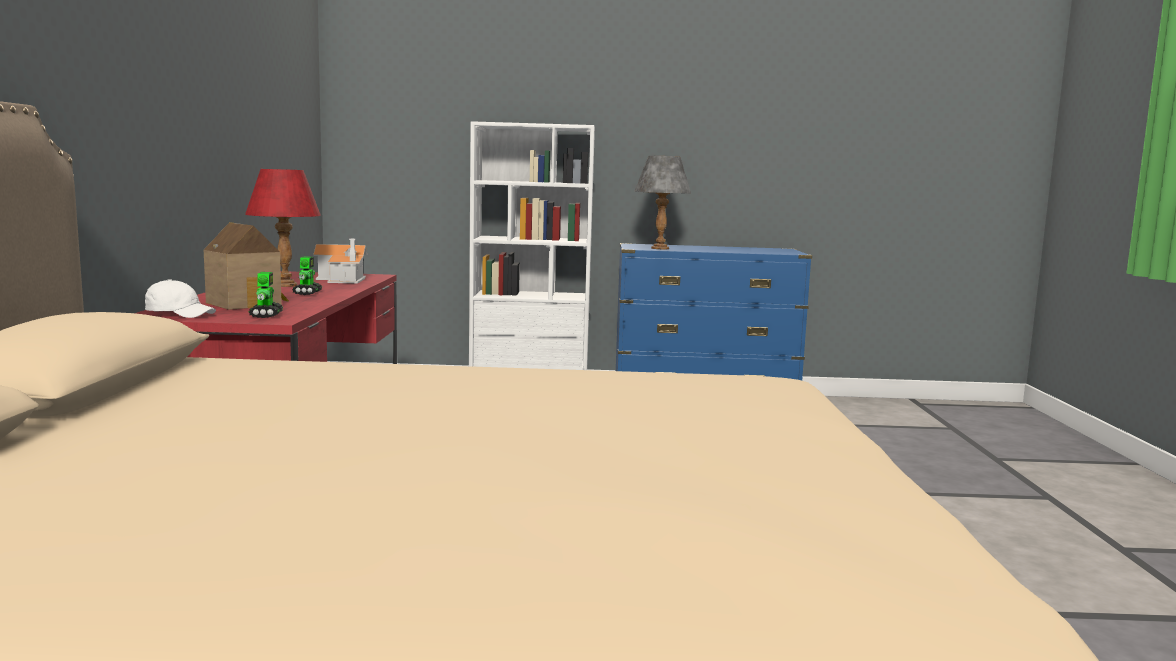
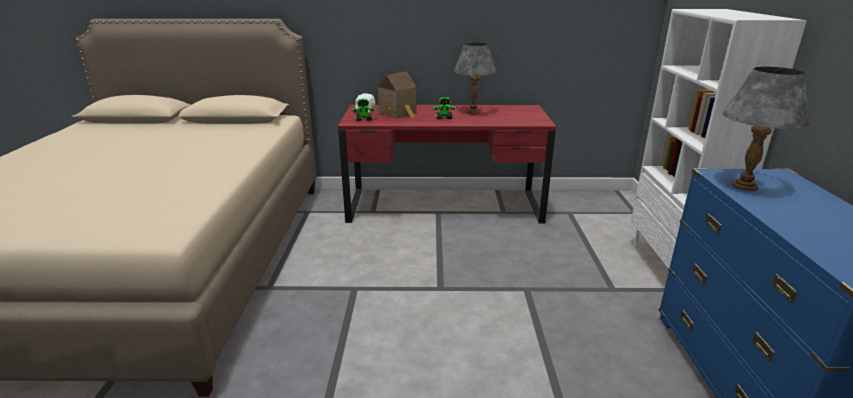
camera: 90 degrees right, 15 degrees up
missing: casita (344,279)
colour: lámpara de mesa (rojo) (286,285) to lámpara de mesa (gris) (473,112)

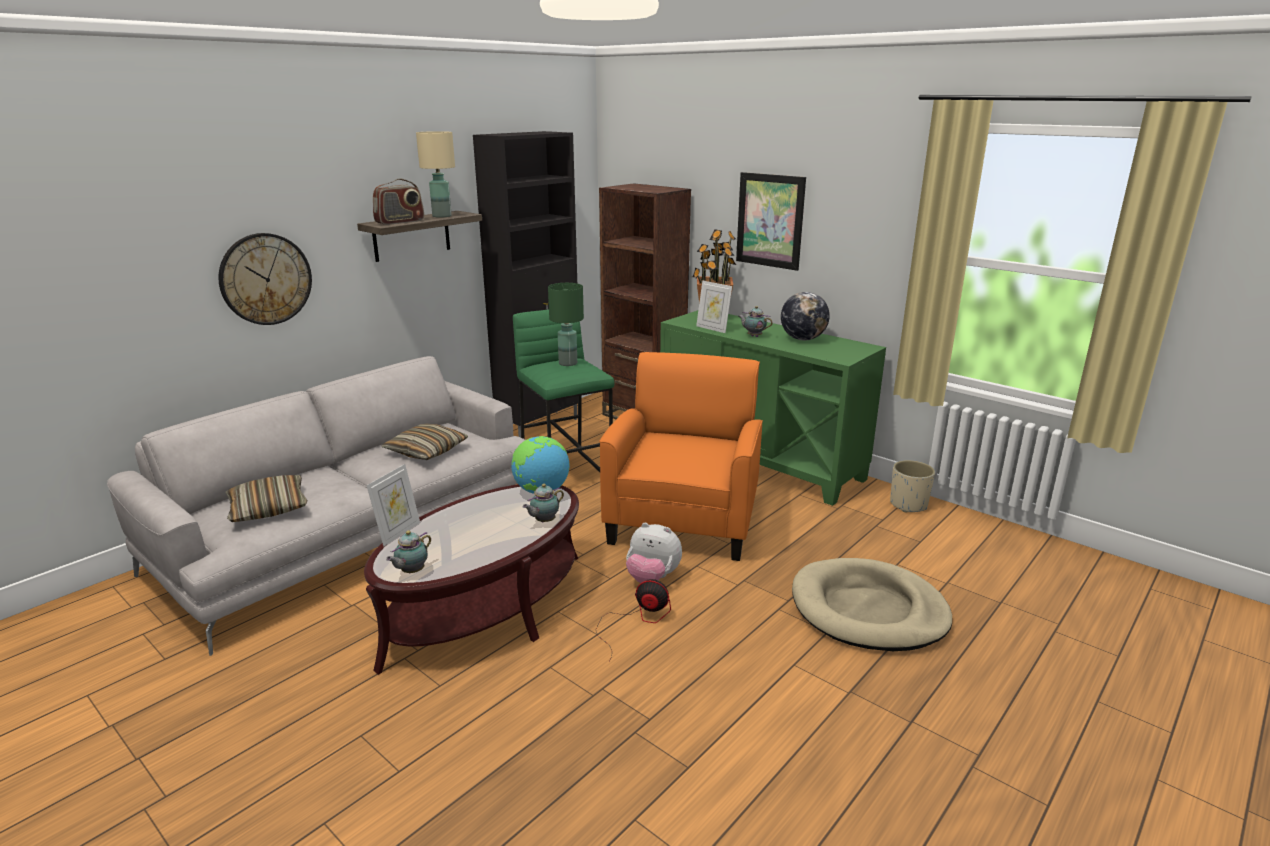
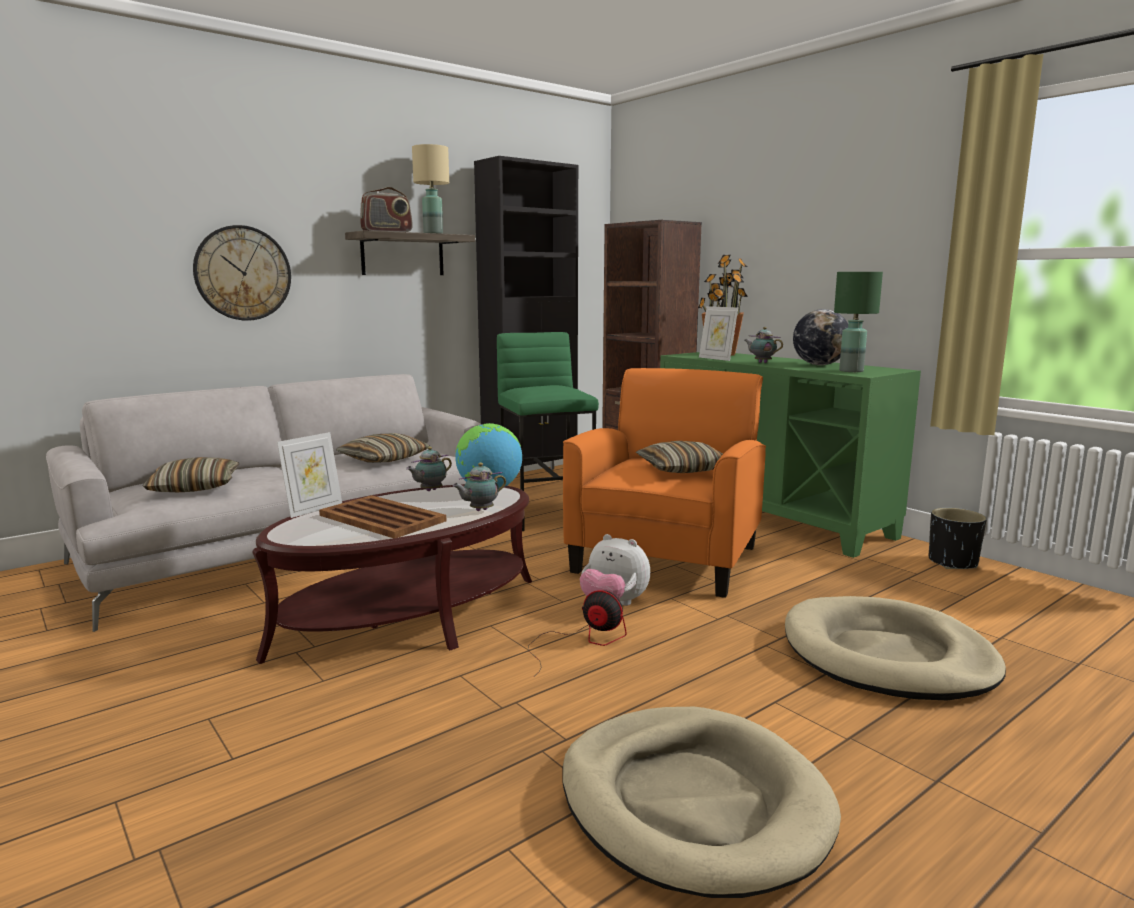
camera: 10 degrees right, 10 degrees down
missing: cuadro (770,220)
appeared: bandeja (marrón) (382,518); cama para perro (beis) (693,803); cojín (682,469)
relocated: tetera (411,572) to (429,490); lámpara de mesa (verde) (568,363) to (852,371)
colour: maceta (beis) (908,505) to maceta (negro) (953,563)

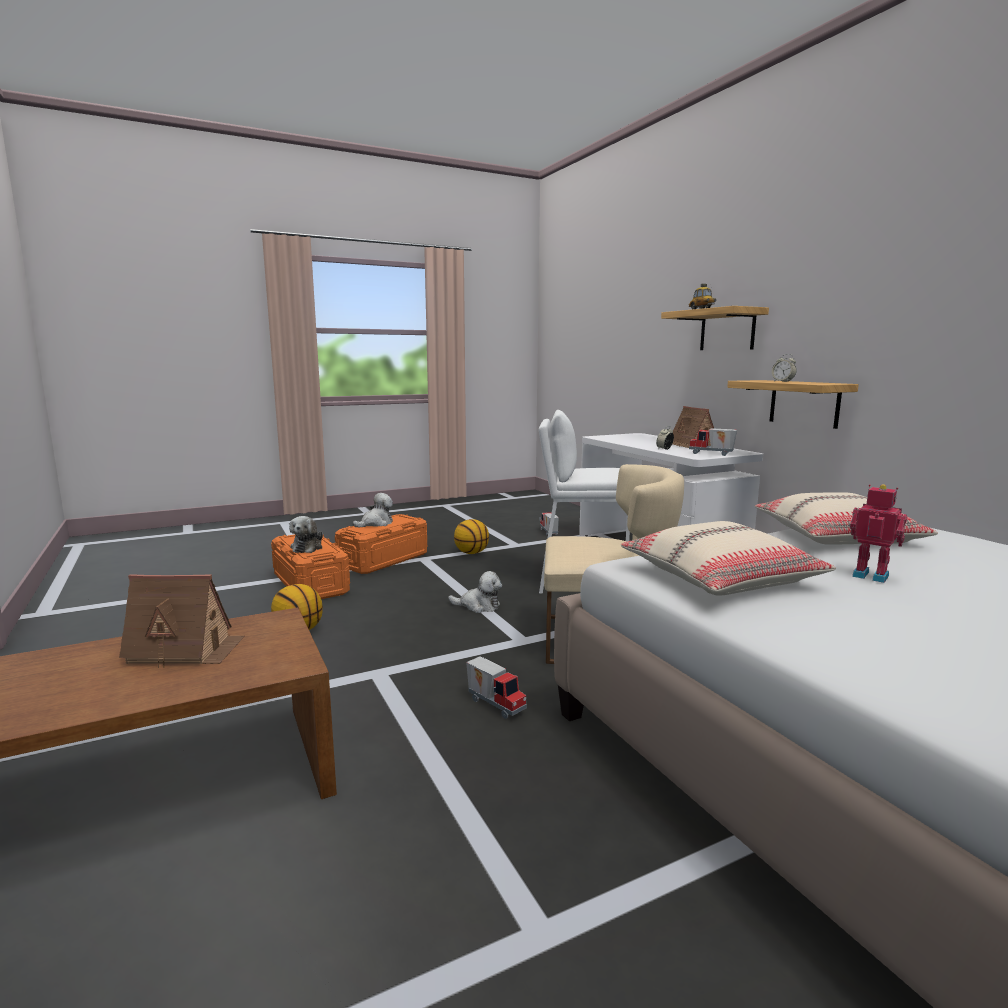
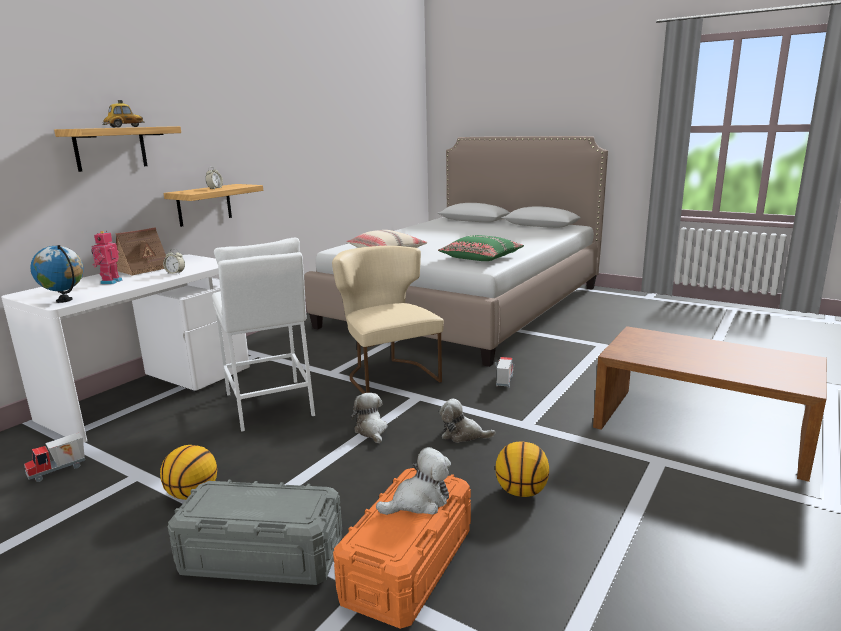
camera: 120 degrees left, 5 degrees up
missing: casita (185,650); camión de juguete (711,454)
appeared: globo terráqueo (64,300)
relocated: robot de juguete (871,575) to (110,282); peluche (376,523) to (463,435)
colour: caja de almacenaje (naranja) (383,560) to caja de almacenaje (gris) (262,556); cojín (beis) (720,578) to cojín (verde) (481,257)

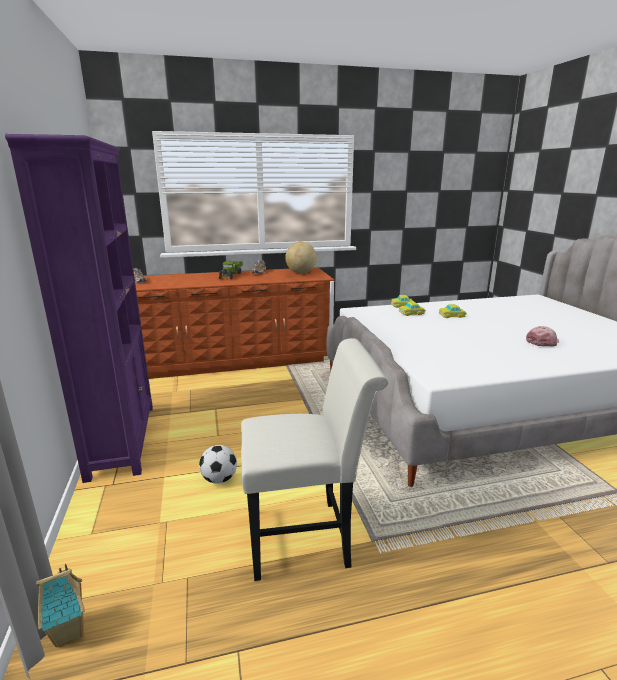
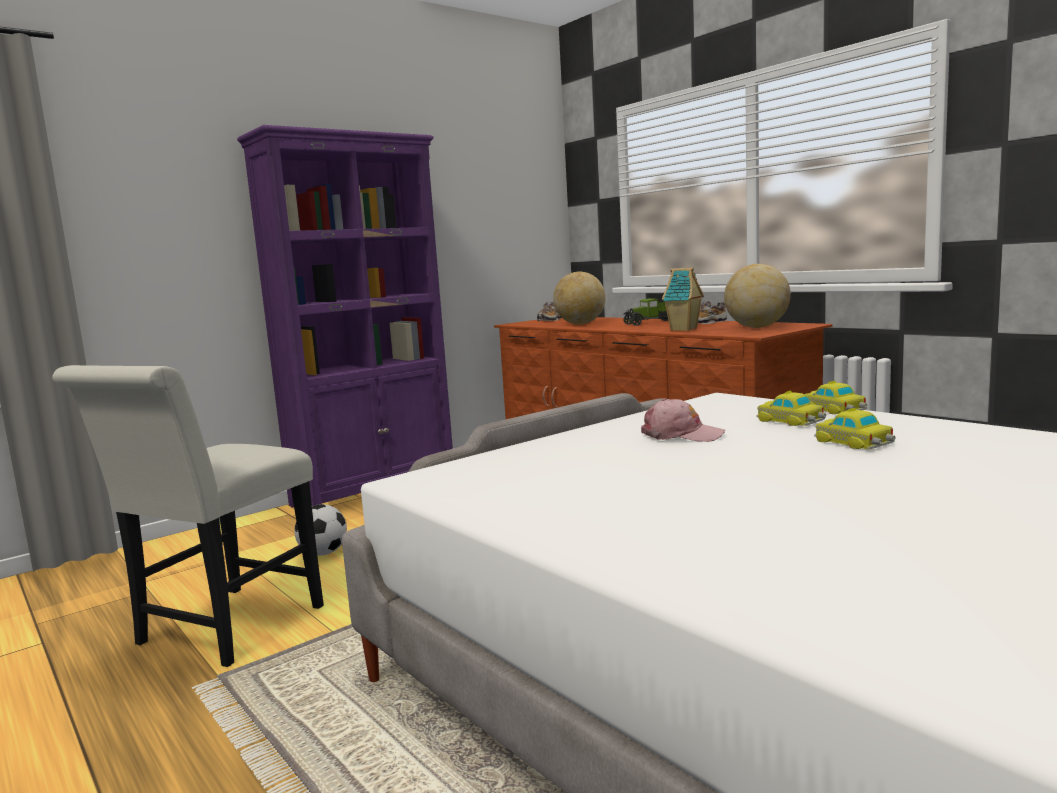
camera: 65 degrees right, 10 degrees down
appeared: globo terráqueo (580,324)
relocated: gorra (rosa) (542,342) to (681,435); casita (70,631) to (684,329)
spun: silla (blanco) (307,536) = (221,630) 60 degrees clockwise

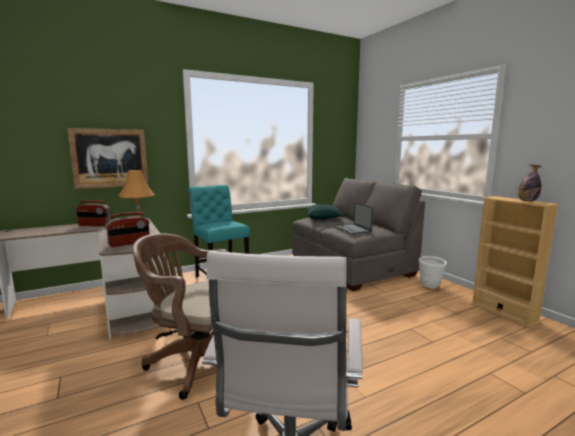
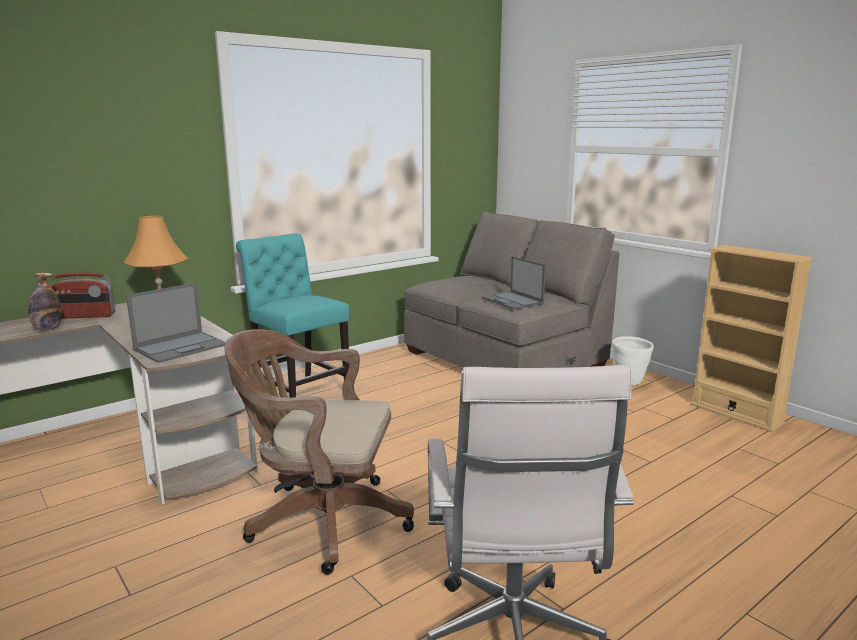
camera: 10 degrees left, 5 degrees up
missing: cuadro (110,158); cojín (verde) (323,218)
relocated: botella (527,201) to (47,328)
exchanged: radio (129,243) to portátil (182,347)

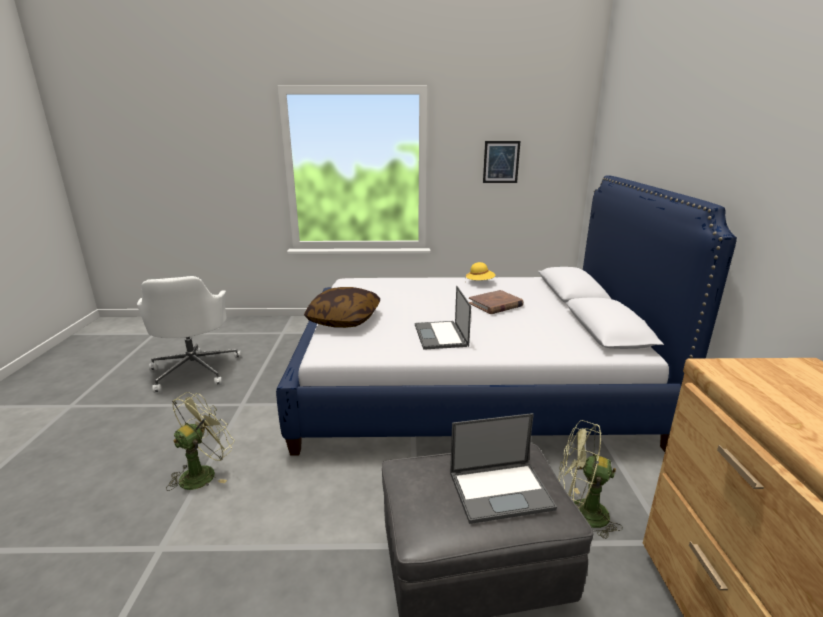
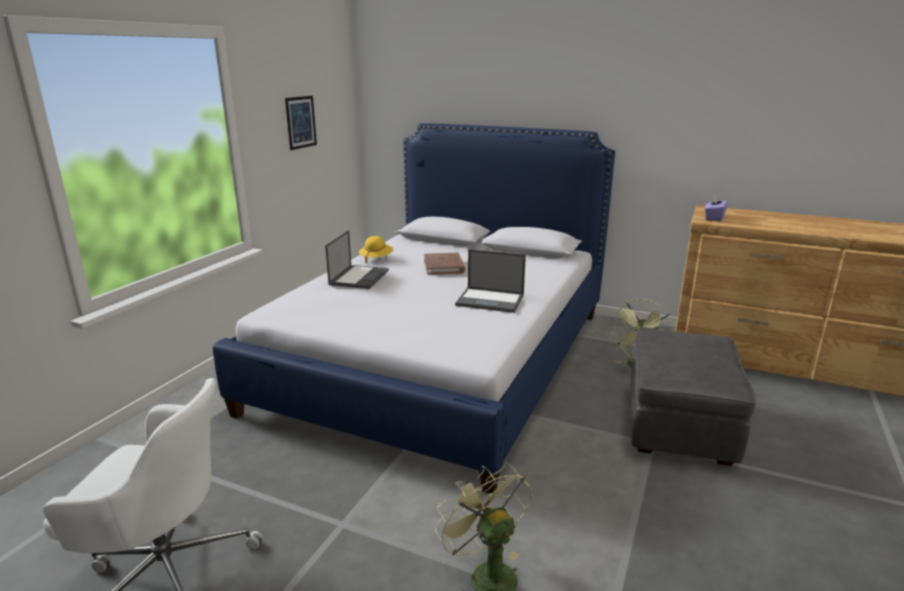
camera: 65 degrees left, 0 degrees up
missing: cojín (344,319)
appeared: caja de pañuelos (morado) (714,218)
relocated: portátil (501,490) to (359,277)

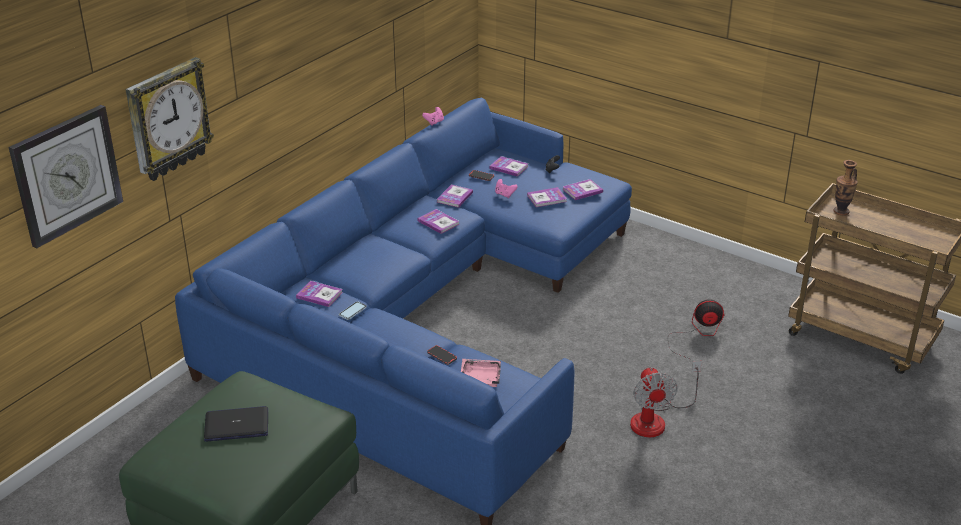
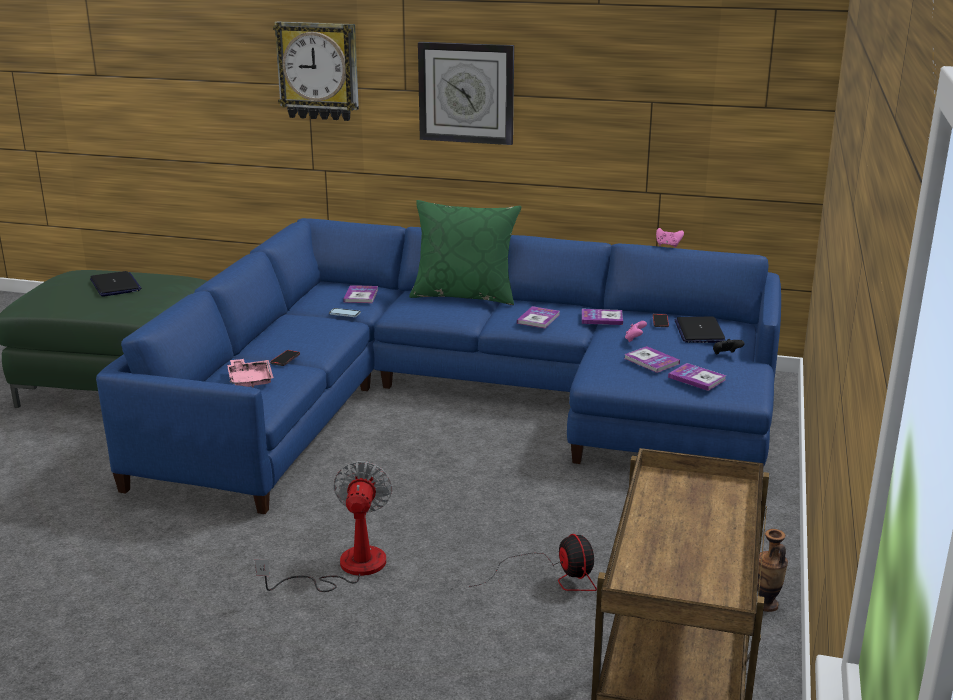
camera: 70 degrees right, 10 degrees down
appeared: cojín (verde) (464,295)
relocated: reloj de pared (66,175) to (466,93); florero (841,211) to (766,605)
exchanged: libro (509,167) to portátil (699,331)
spun: ventilador (656,419) = (346,568) 120 degrees clockwise

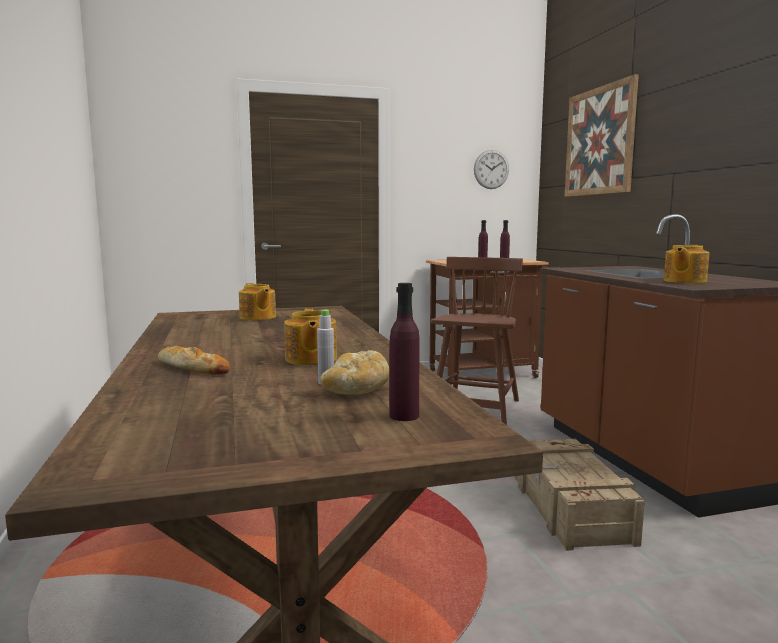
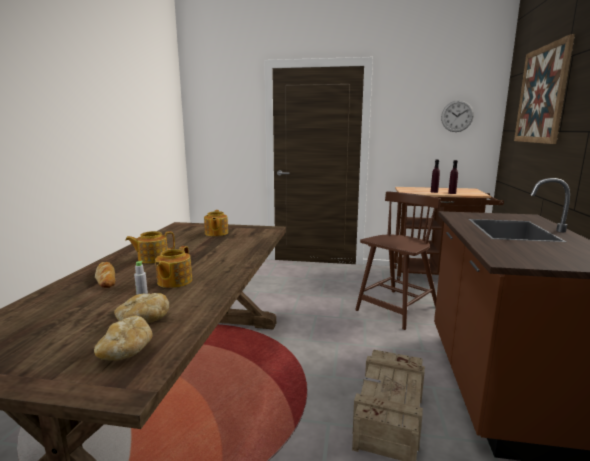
camera: 25 degrees right, 5 degrees up
relocated: tetera (683,281) to (152,258)
exchanged: botella (morado) (404,416) to pan (126,352)

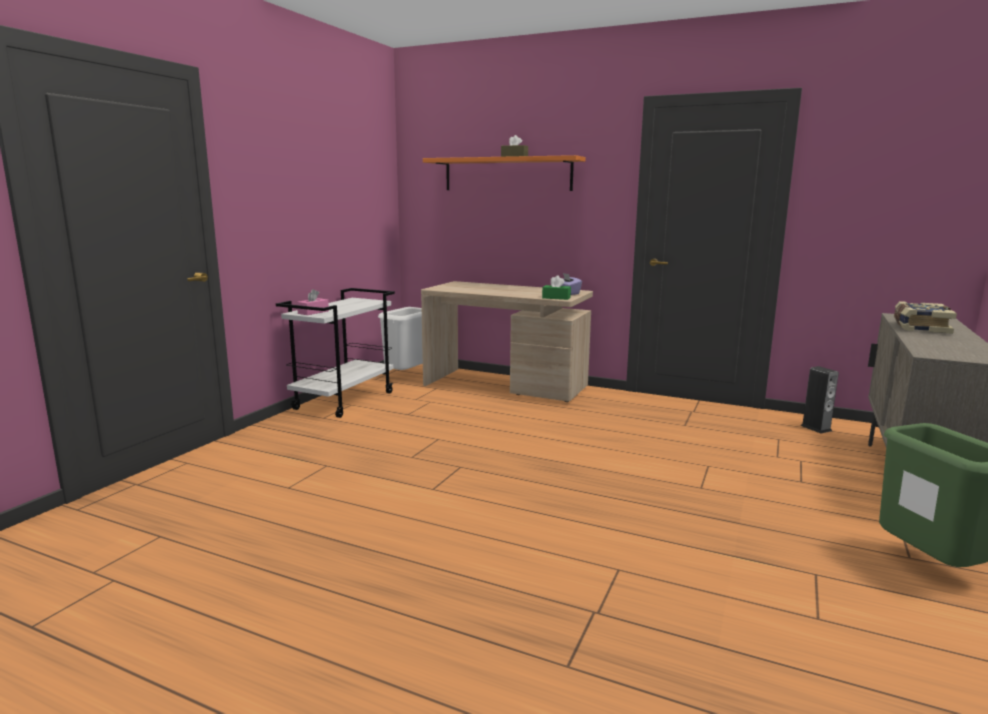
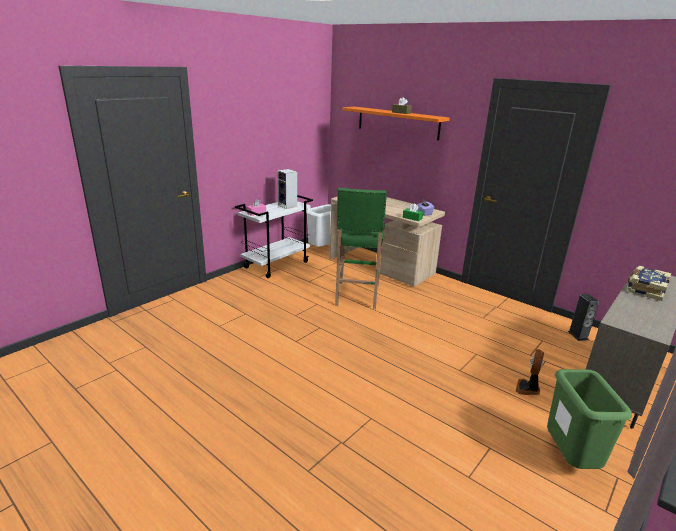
camera: 15 degrees right, 10 degrees up
appeared: altavoz (288,206); taburete (verde) (357,295); ventilador (528,389)

